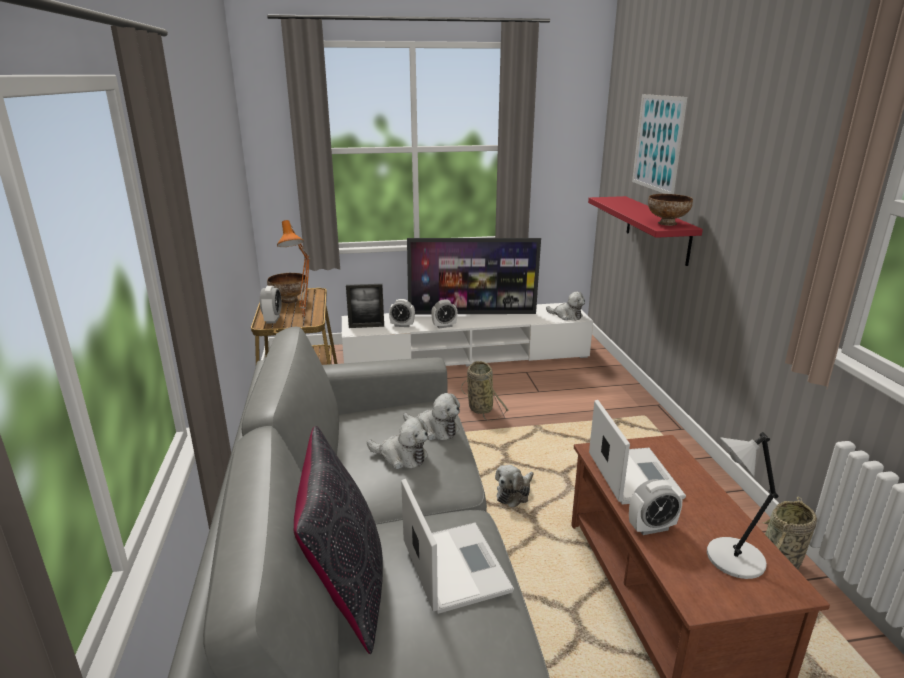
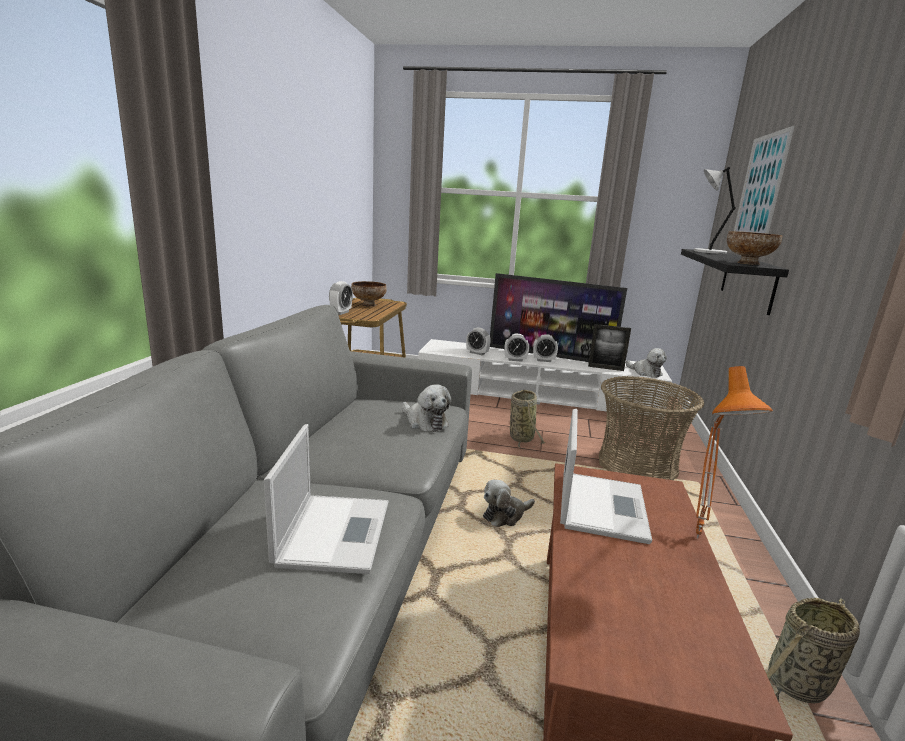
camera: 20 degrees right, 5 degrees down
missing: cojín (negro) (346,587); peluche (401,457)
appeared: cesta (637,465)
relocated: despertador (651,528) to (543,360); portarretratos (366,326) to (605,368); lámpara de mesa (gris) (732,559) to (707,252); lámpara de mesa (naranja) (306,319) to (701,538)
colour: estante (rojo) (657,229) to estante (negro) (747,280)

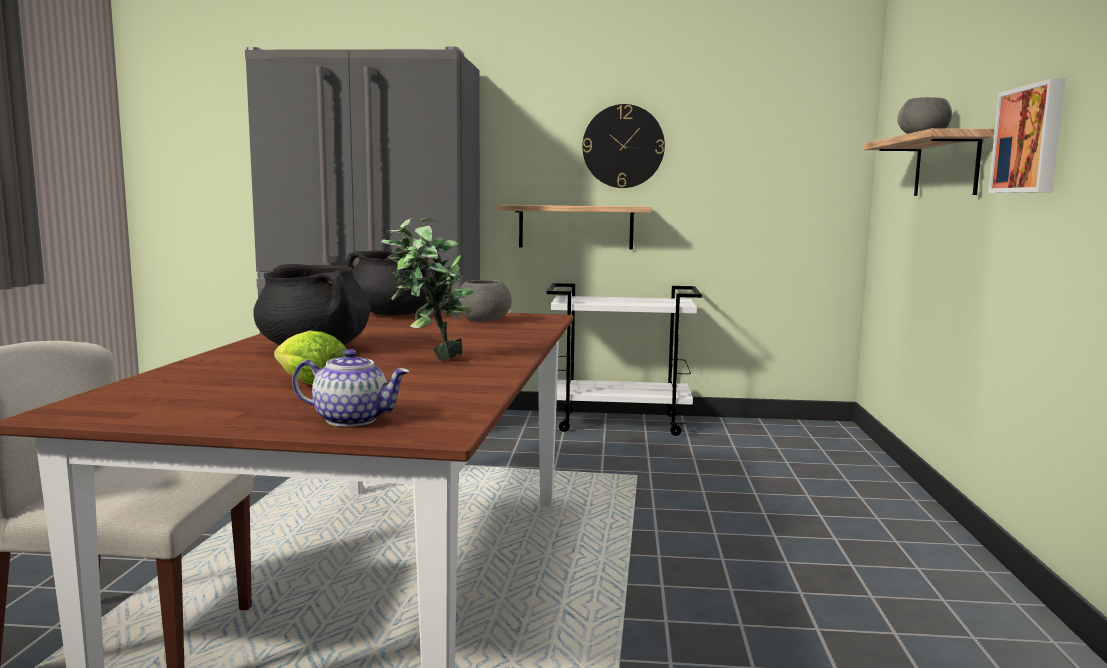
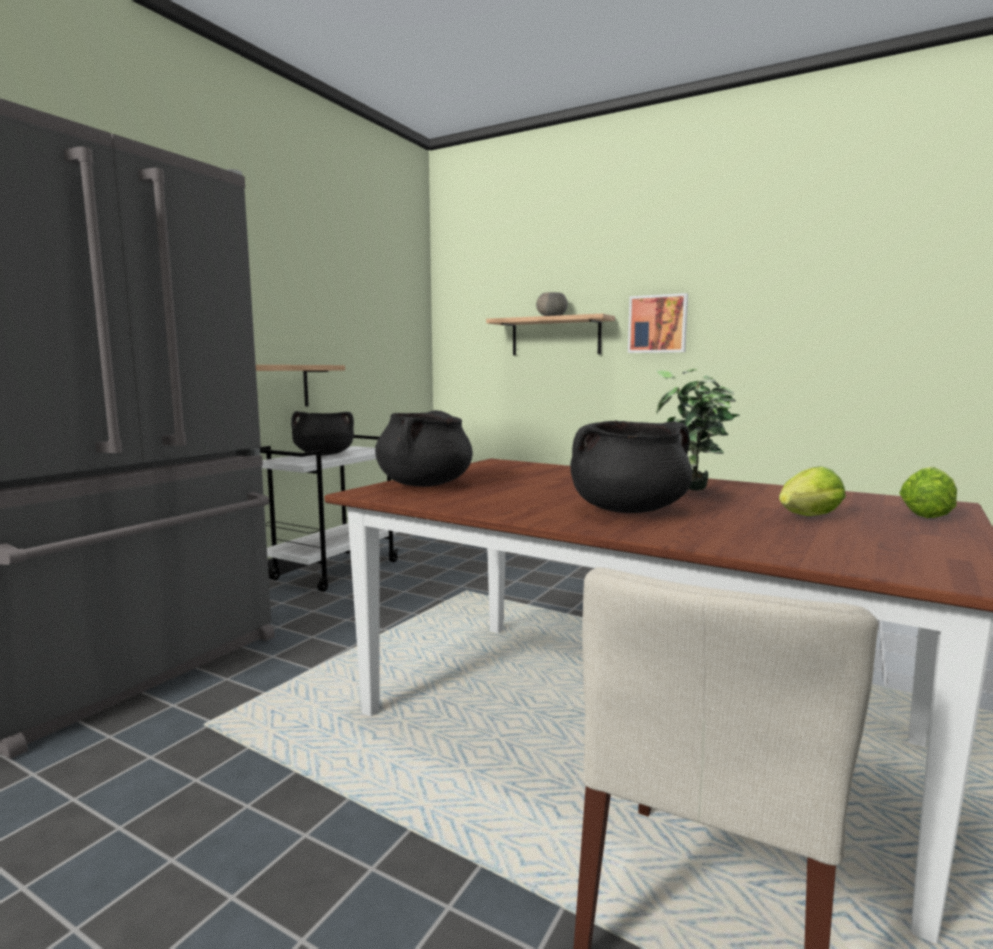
camera: 65 degrees left, 0 degrees up
missing: cuenco (gris) (483,321); reloj de pared (623,146)
appeared: olla (negro) (323,454)
exchanged: tetera (353,419) to lechuga (926,514)

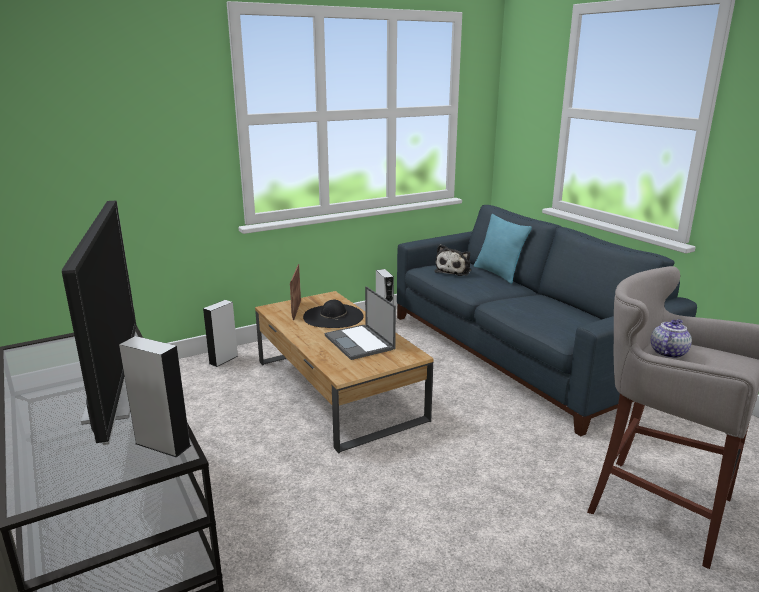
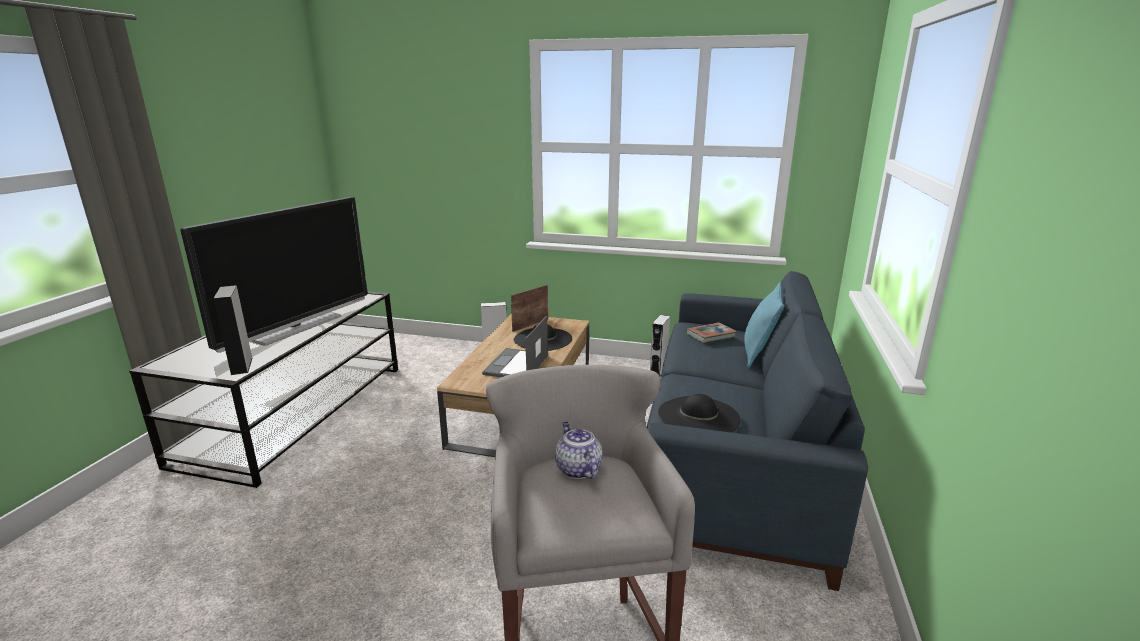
camera: 45 degrees right, 0 degrees up
appeared: sombrero (negro) (698,416)
exchanged: peluche (454,271) to libro (710,336)
spun: tetera (668,352) = (577,469) 105 degrees counterclockwise

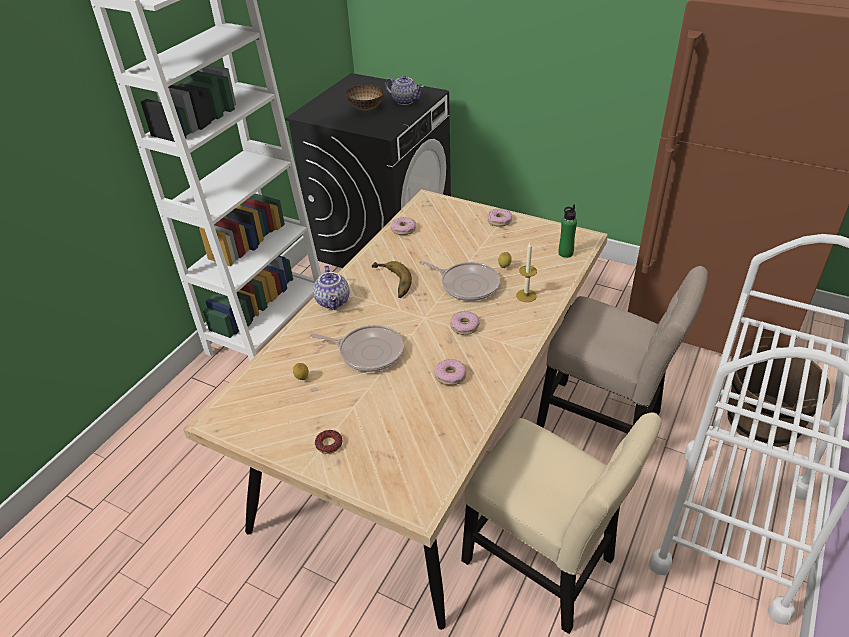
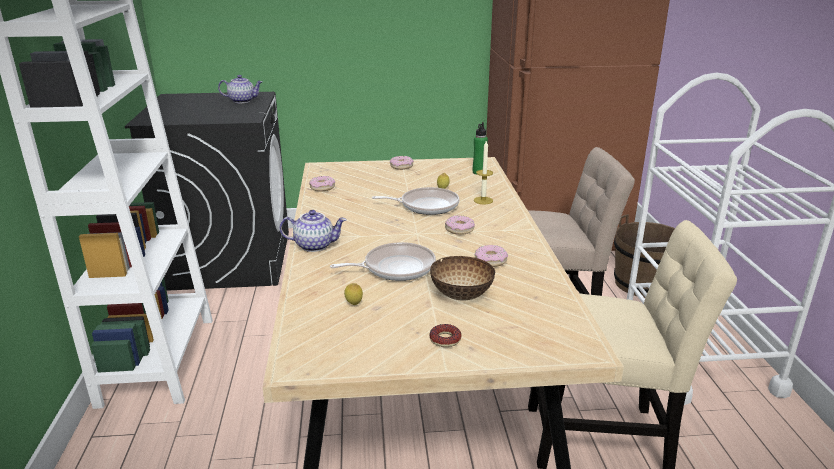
camera: 35 degrees left, 15 degrees down
missing: plátano (390,283)
relocated: cuenco (366,108) to (462,296)
spun: tetera (334,301) = (315,245) 45 degrees counterclockwise

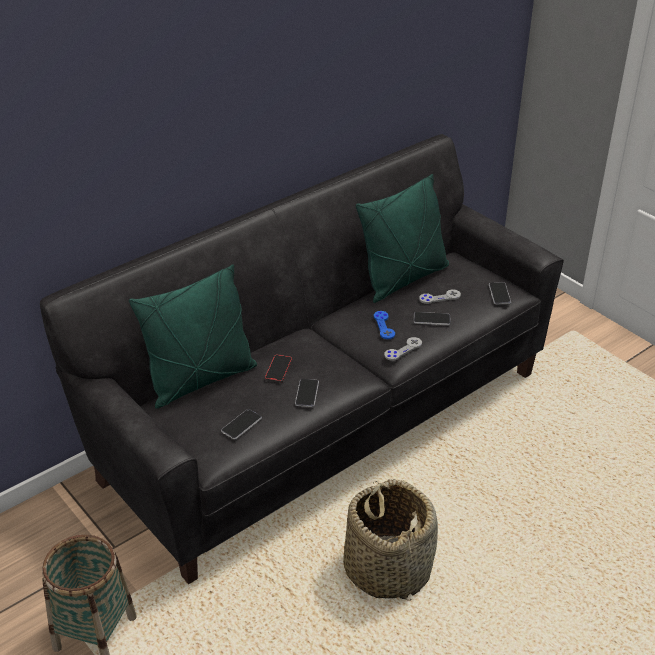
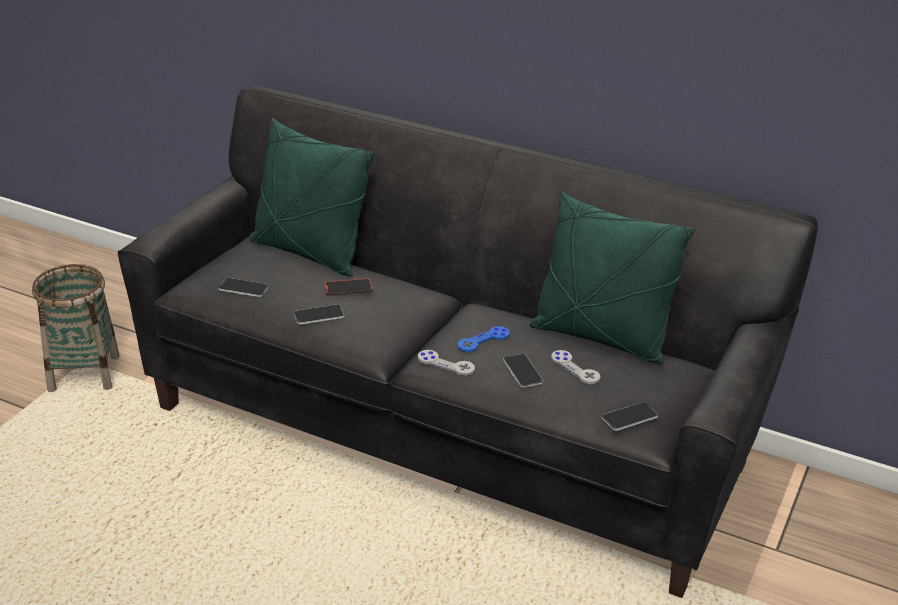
camera: 65 degrees right, 5 degrees down
missing: cesta (387,568)

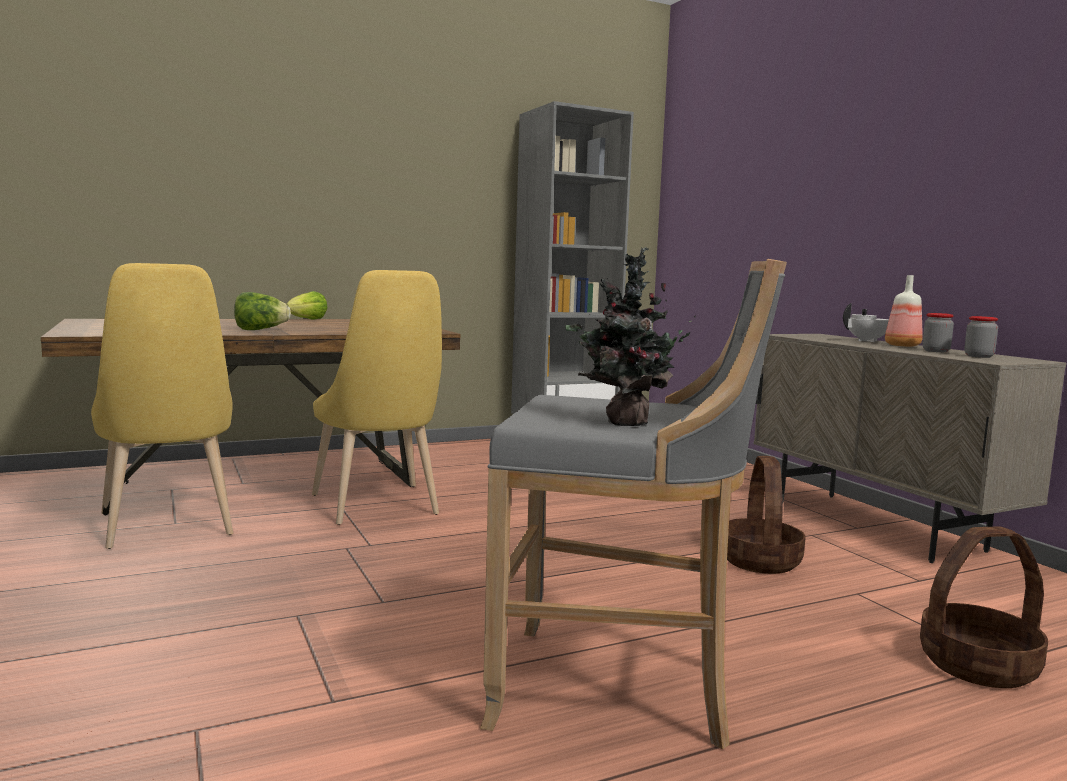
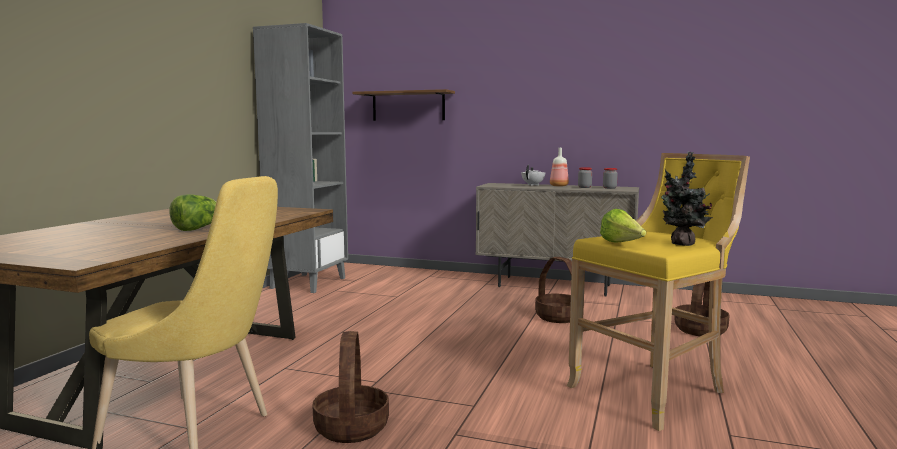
camera: 45 degrees left, 0 degrees up
missing: silla (amarillo) (378,507)
appeared: cesta (351,427); estante (marrón) (408,106)
relocated: lechuga (306,320) to (622,244)
colour: taburete (gris) (621,690) to taburete (amarillo) (653,391)

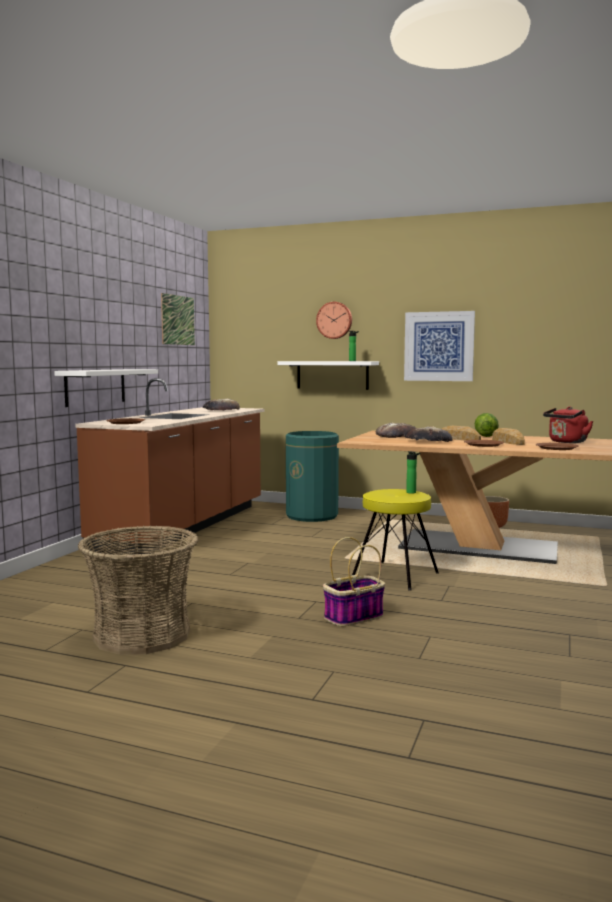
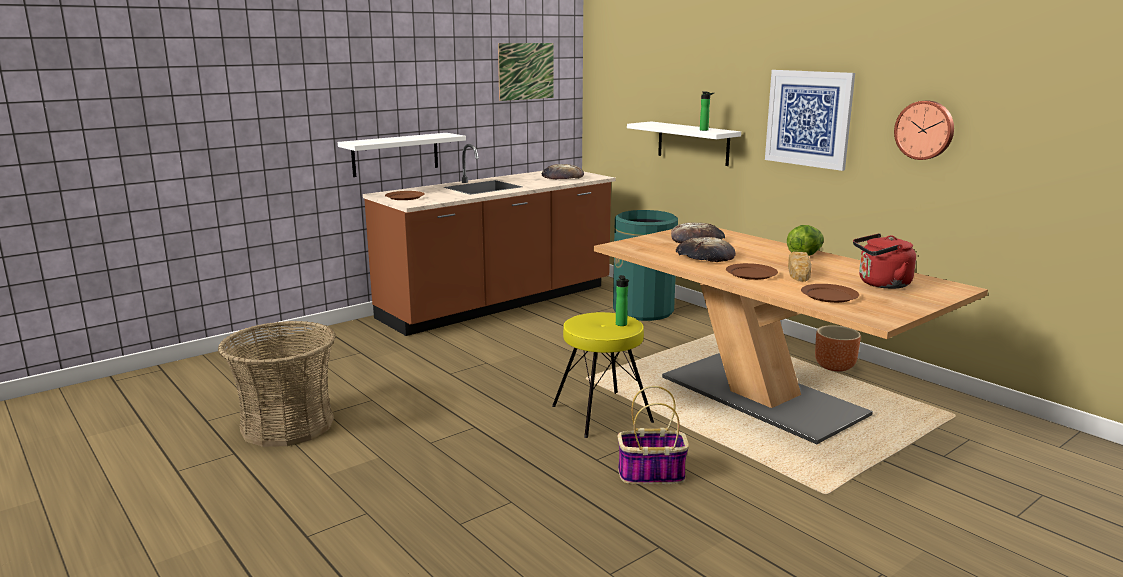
camera: 30 degrees right, 10 degrees up
missing: pan (458,439)
relocated: cesta (353,617) to (650,475); reloj de pared (334,320) to (925,130)

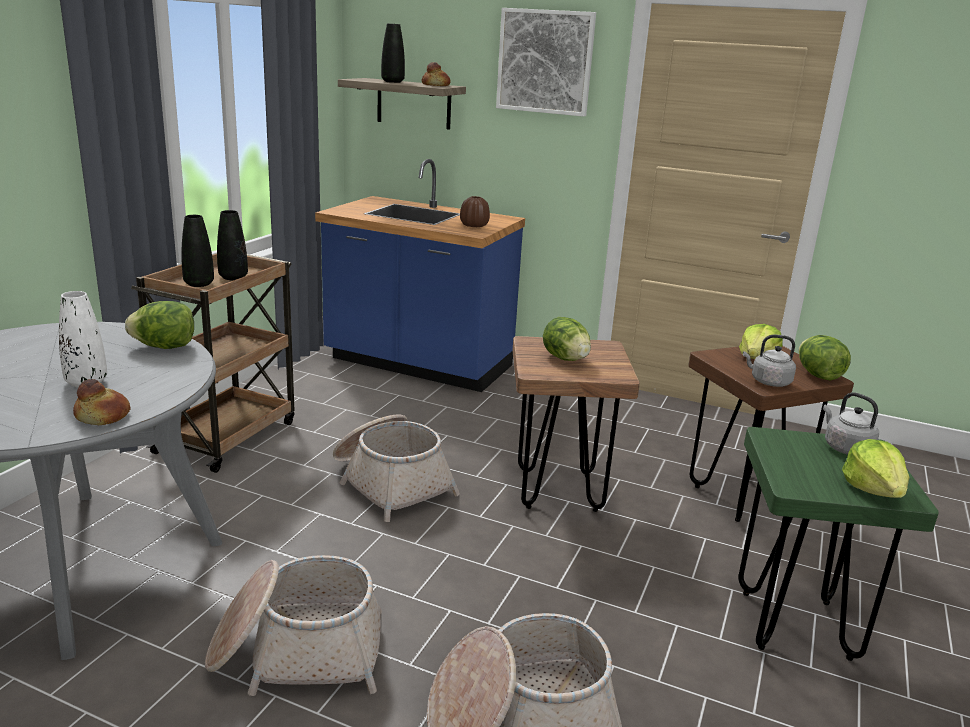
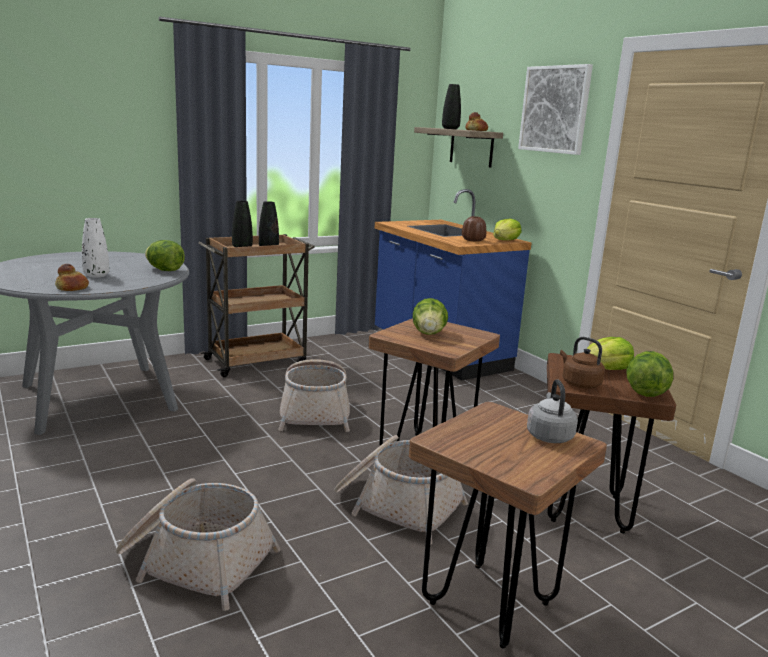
camera: 35 degrees right, 5 degrees down
relocated: cesta (297,651) to (397,504); lechuga (873,489) to (505,241)
colour: taburete (verde) (795,624) to taburete (marrón) (490,603); hervidor (gris) (768,382) to hervidor (marrón) (579,384)

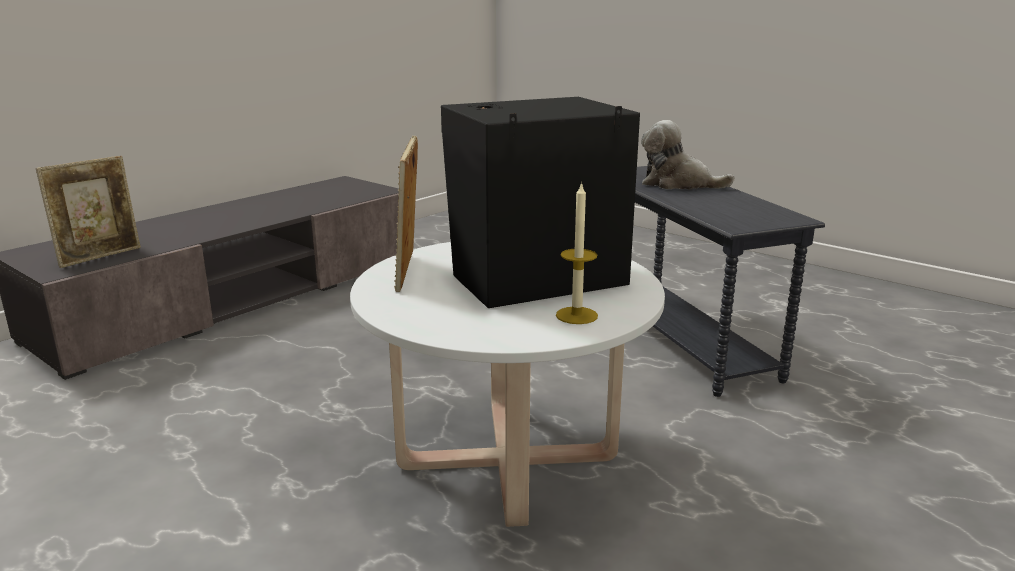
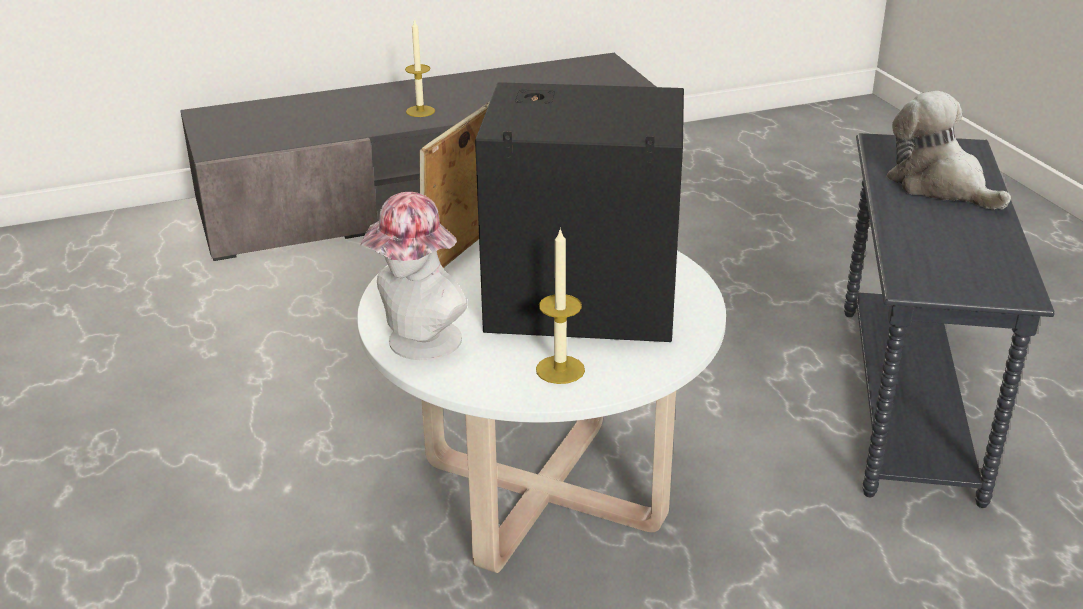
camera: 30 degrees right, 10 degrees up
missing: portarretratos (100,256)
appeared: sombrero (418,345); vela (420,111)

